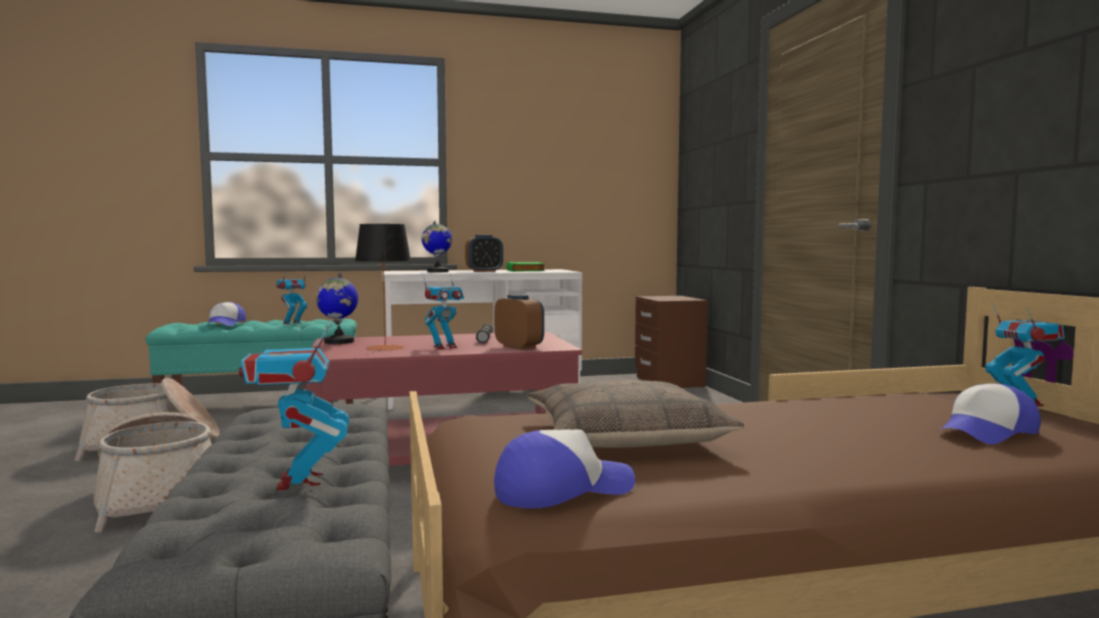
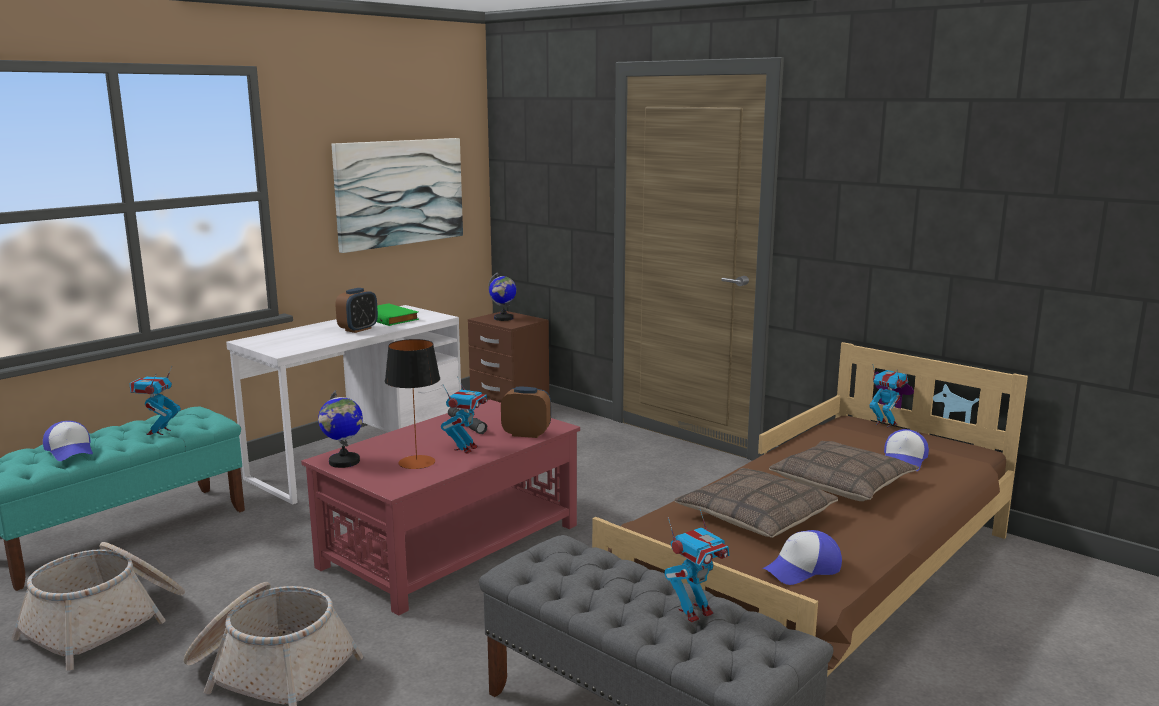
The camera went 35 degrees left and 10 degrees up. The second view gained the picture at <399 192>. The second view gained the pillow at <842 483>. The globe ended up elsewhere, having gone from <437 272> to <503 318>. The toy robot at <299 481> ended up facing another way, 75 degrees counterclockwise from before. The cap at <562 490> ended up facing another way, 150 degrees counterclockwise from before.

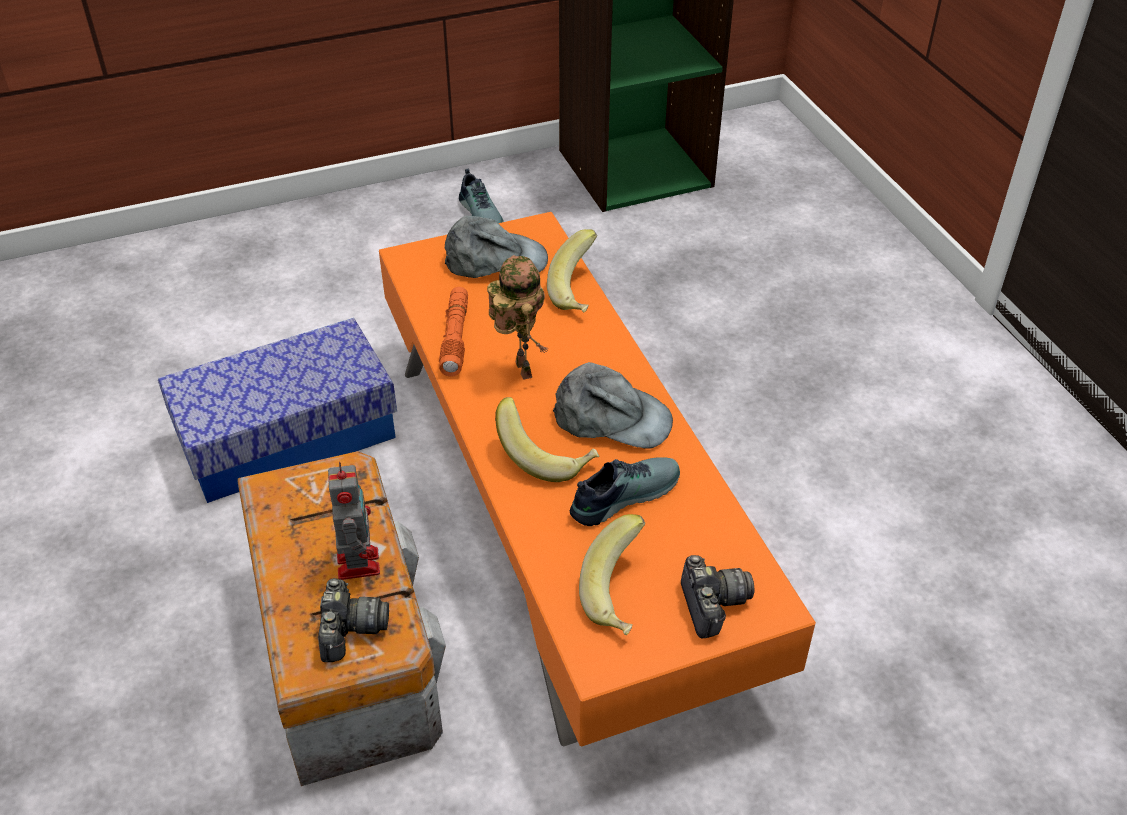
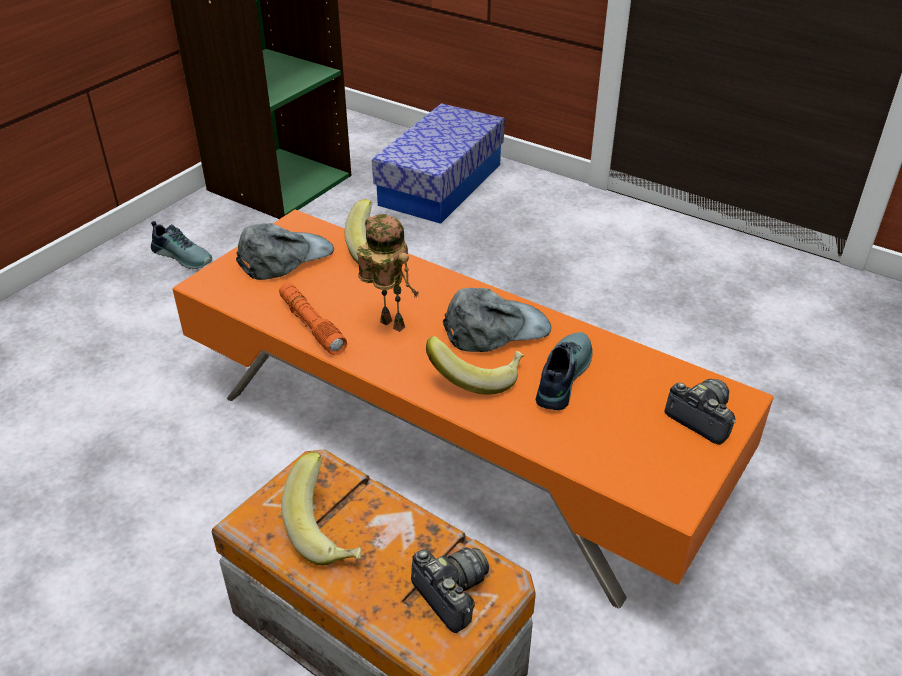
The camera went 35 degrees left and 5 degrees down. The second view lost the toy robot at <358 561>. The storage box ended up elsewhere, having gone from <287 436> to <441 184>. The banana ended up elsewhere, having gone from <621 595> to <329 530>.

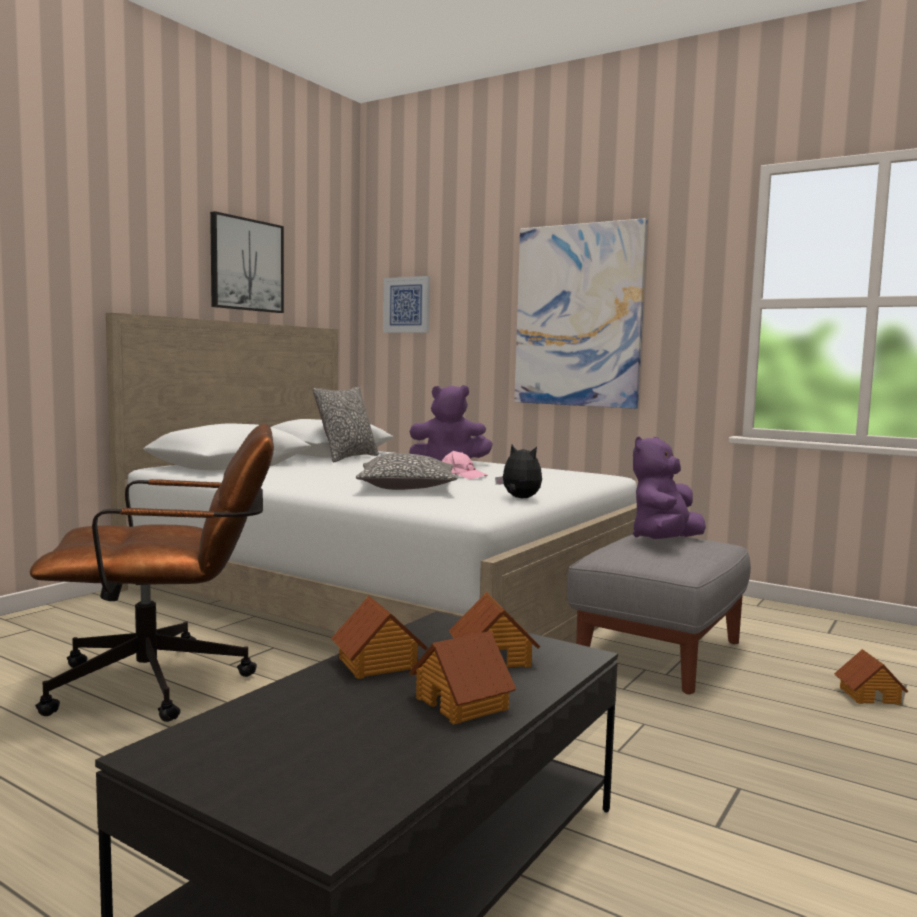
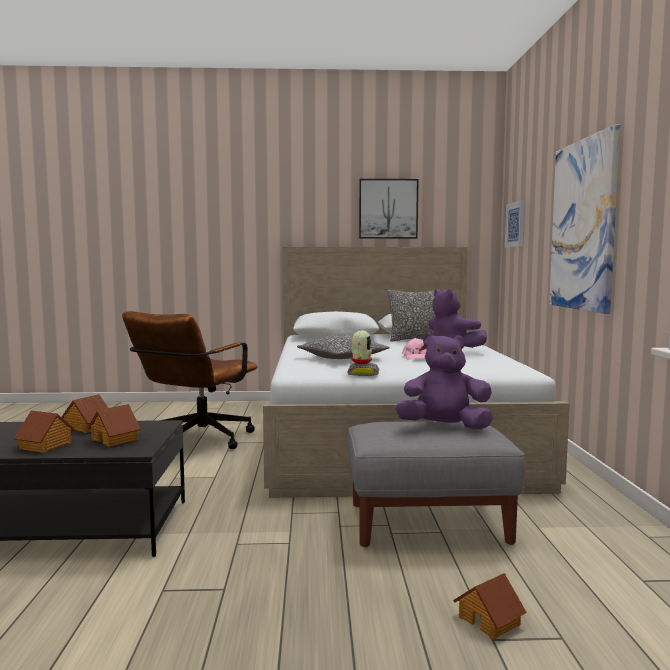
The camera went 55 degrees right and 0 degrees up. Where the plush toy stood at <519 498>, the toy robot came to stand at <362 373>. The brown office chair at <169 683> ended up facing another way, 75 degrees clockwise from before.

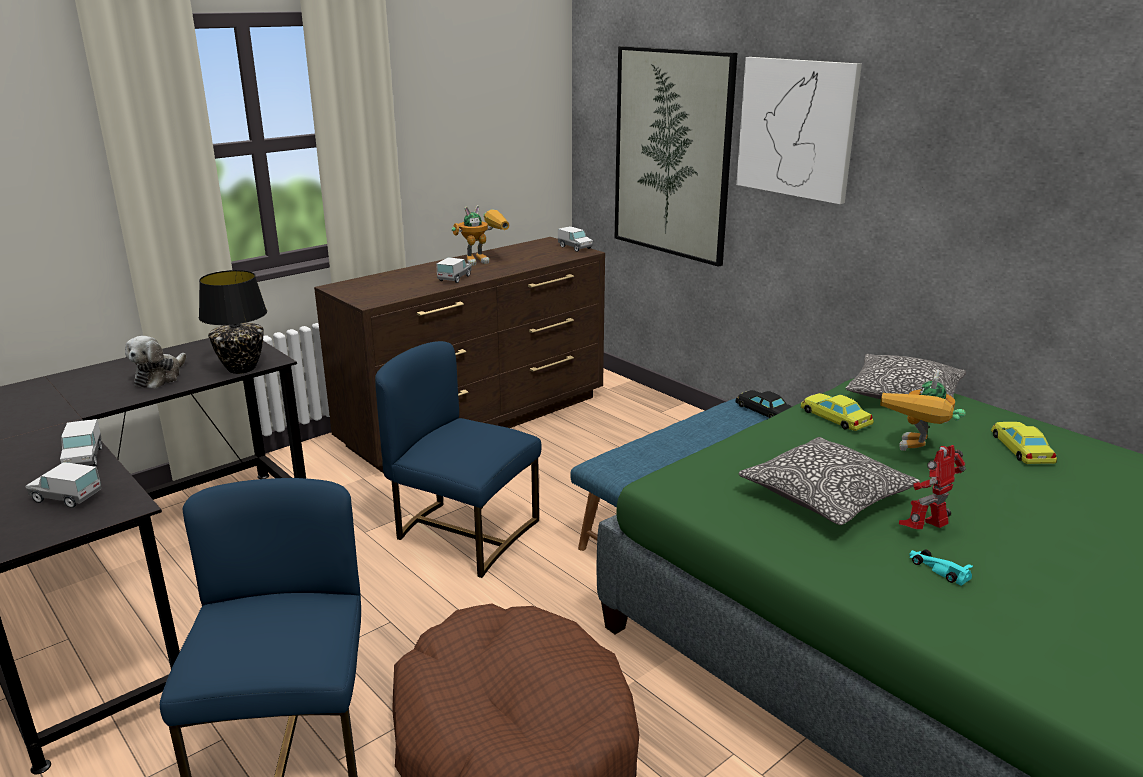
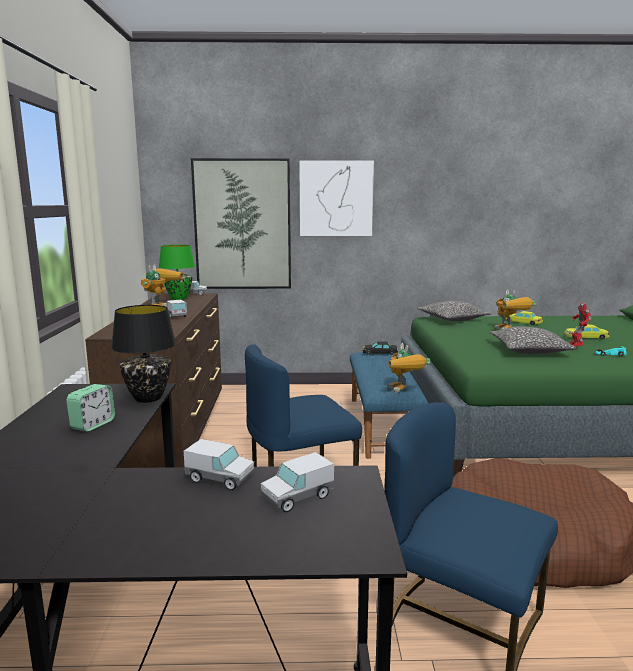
The camera went 50 degrees left and 10 degrees down. The second view gained the green table lamp at <179 299>. The second view gained the toy robot at <404 391>. The yellow toy car ended up elsewhere, having gone from <835 417> to <585 337>. Where the plush toy stood at <159 377>, the alarm clock came to stand at <93 425>.

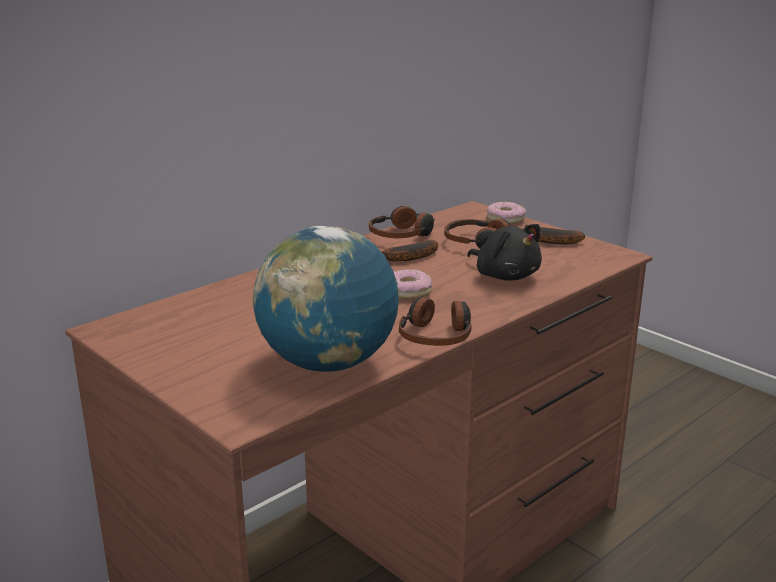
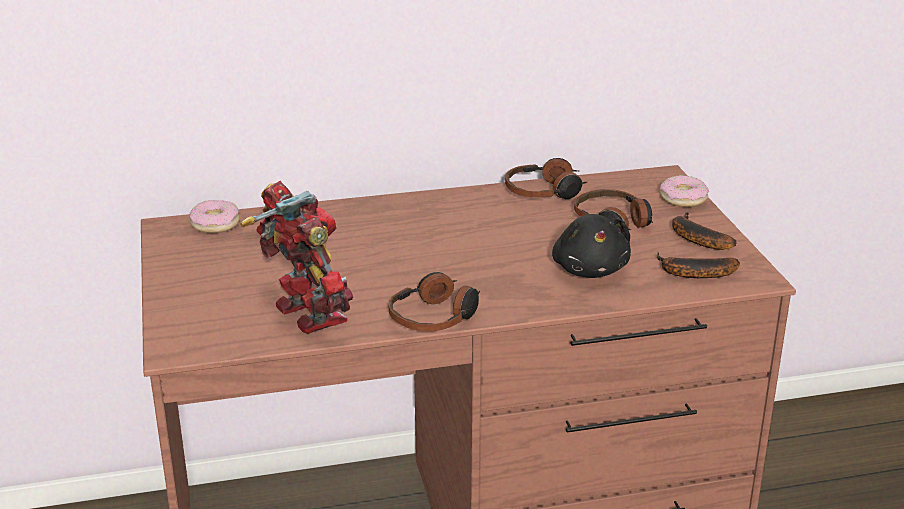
The camera went 30 degrees right and 5 degrees up. The banana ended up elsewhere, having gone from <407 258> to <692 273>. The donut ended up elsewhere, having gone from <408 291> to <215 224>. Where the globe stood at <328 363>, the toy robot came to stand at <305 316>.

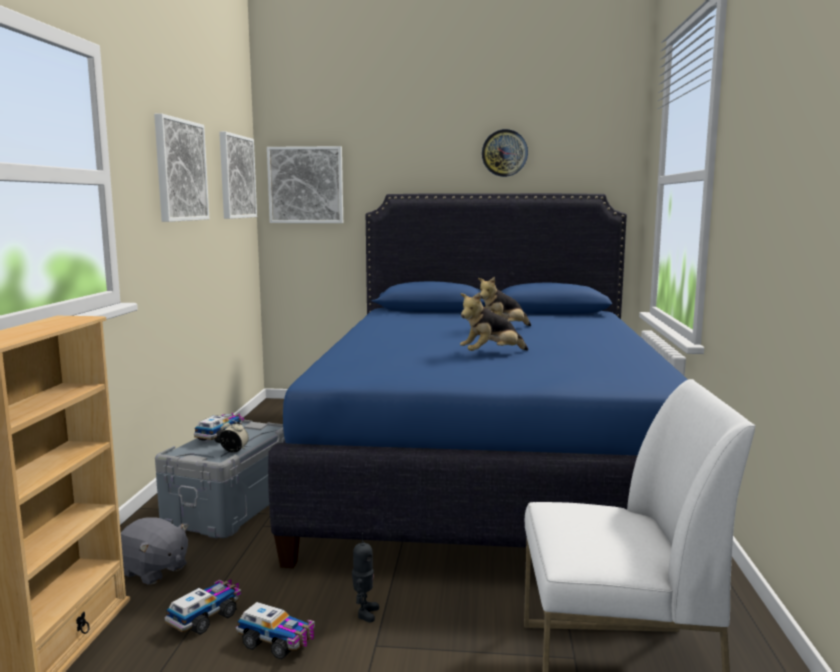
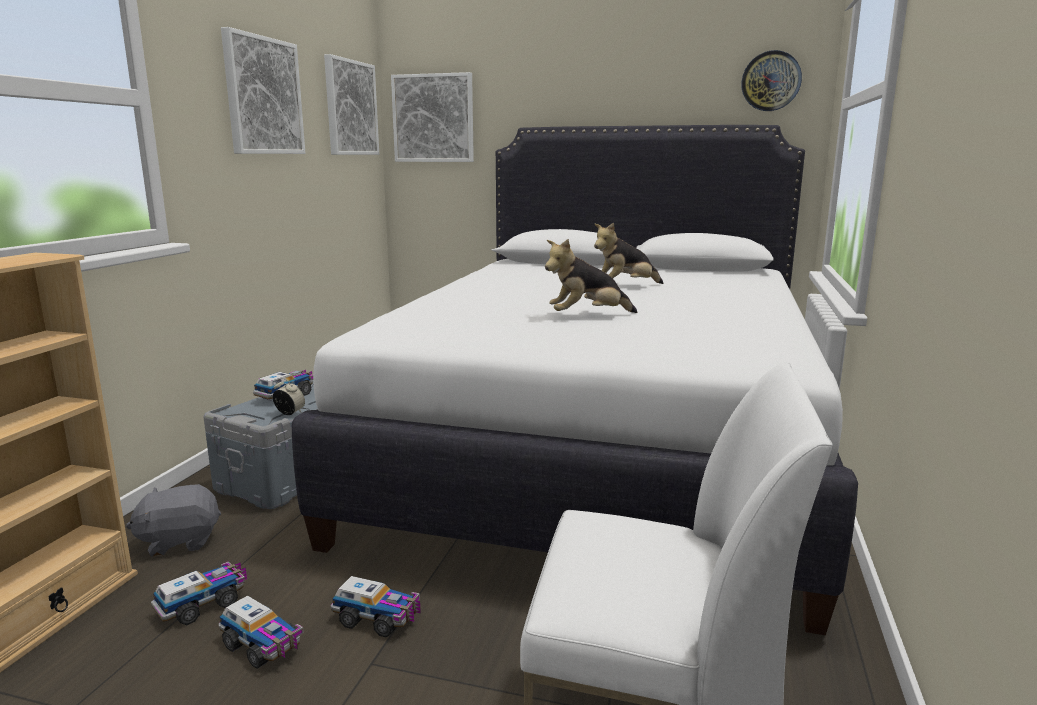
The camera went 10 degrees right and 5 degrees up. The wall clock ended up elsewhere, having gone from <504 153> to <771 81>. Where the toy robot stood at <365 613>, the toy truck came to stand at <378 619>. What was the blue bed at <488 466> turned into the white bed at <601 446>. The grey plush toy at <153 571> ended up facing another way, 120 degrees clockwise from before.

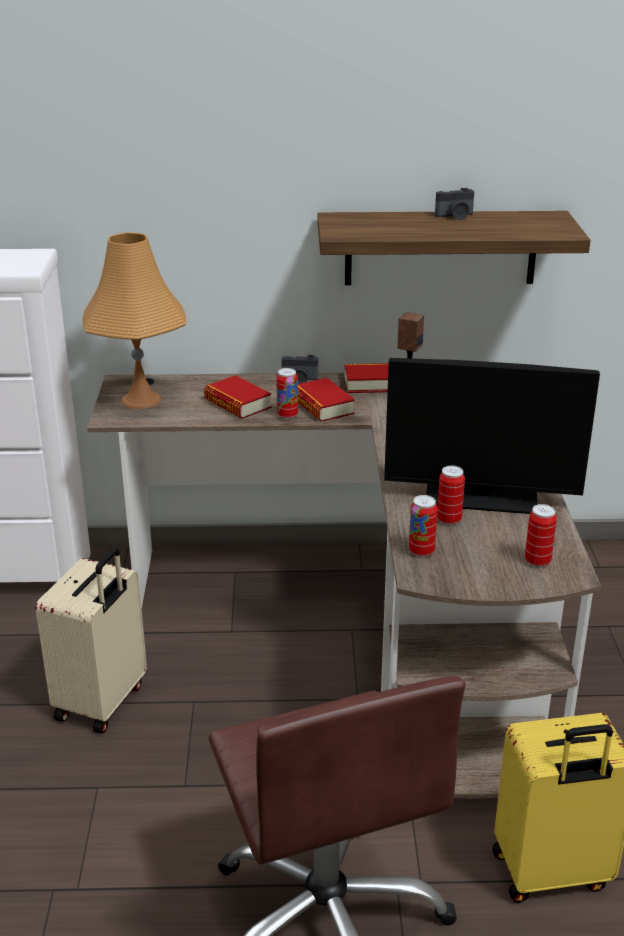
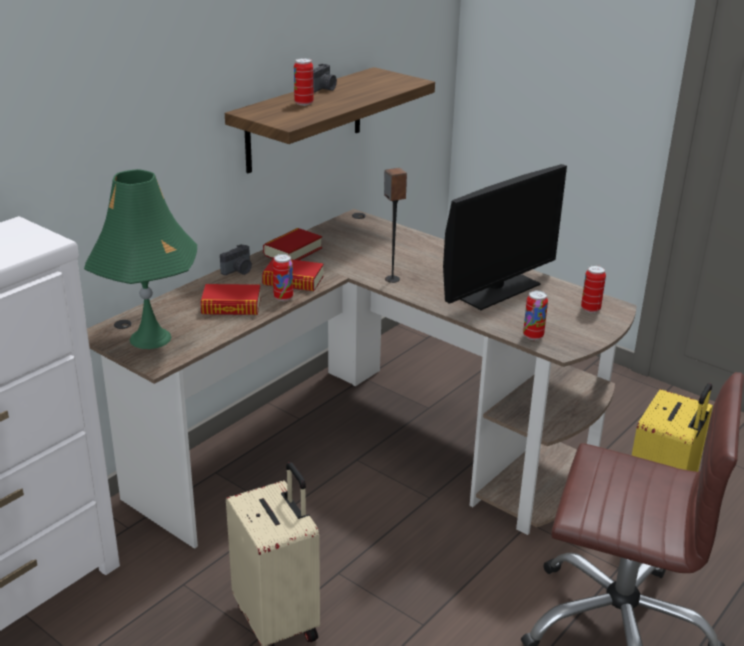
The camera went 50 degrees left and 0 degrees up. The can ended up elsewhere, having gone from <449 520> to <304 103>. What was the orange table lamp at <141 400> turned into the green table lamp at <150 338>.

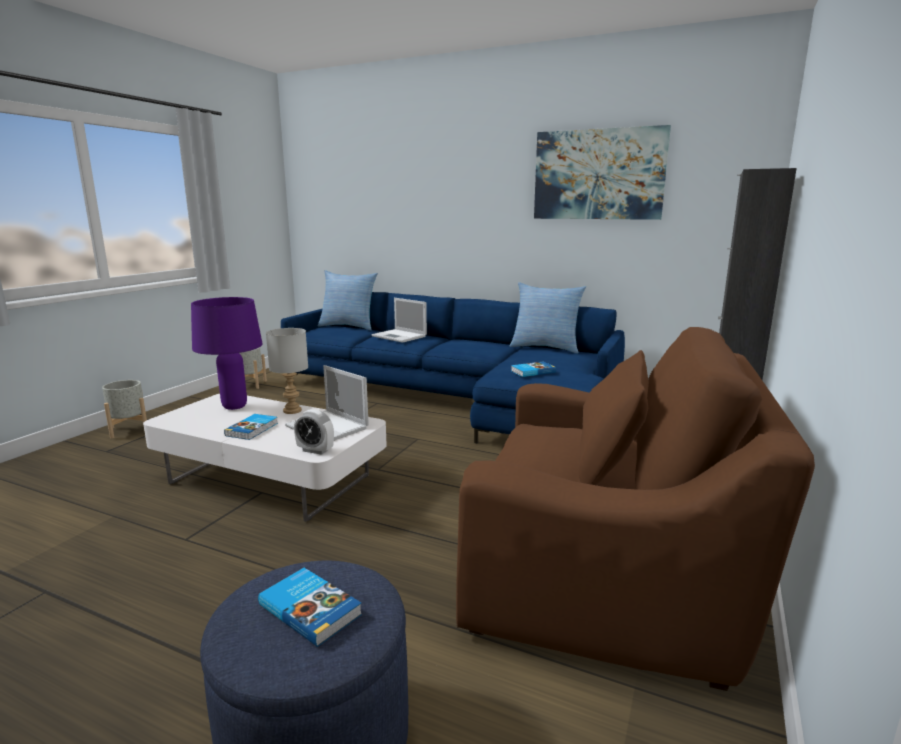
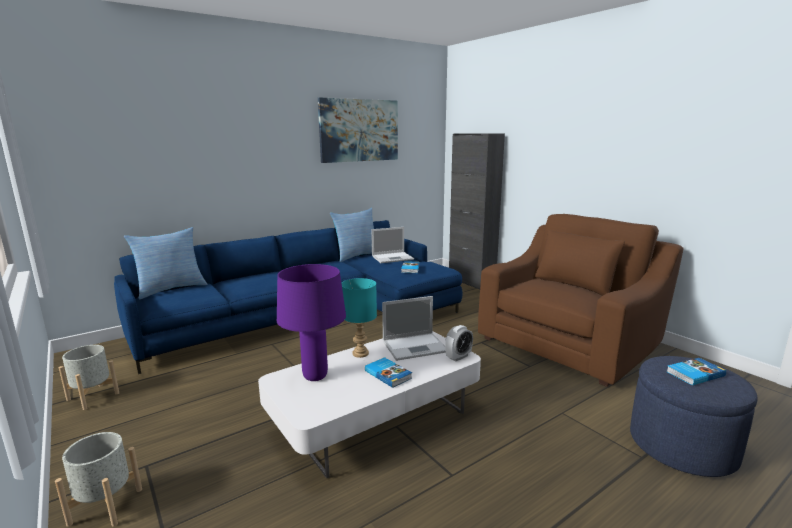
The camera went 60 degrees left and 0 degrees up. The laptop ended up elsewhere, having gone from <400 336> to <393 257>. What was the grey table lamp at <291 411> turned into the turquoise table lamp at <360 354>.

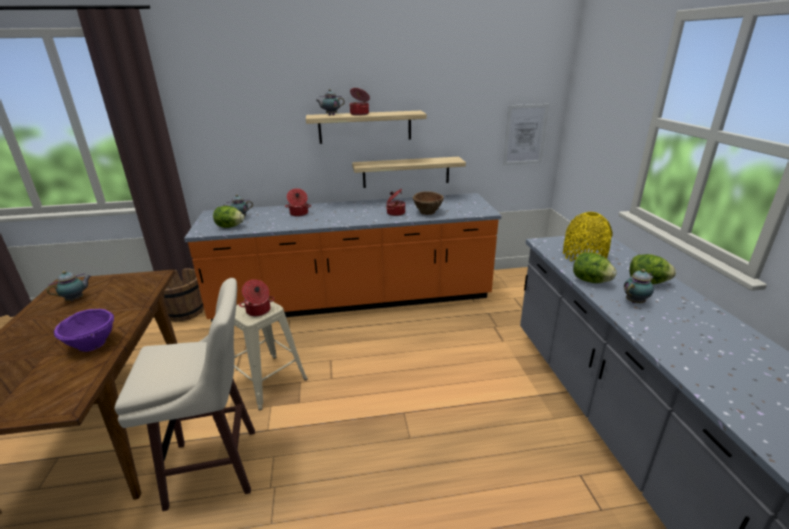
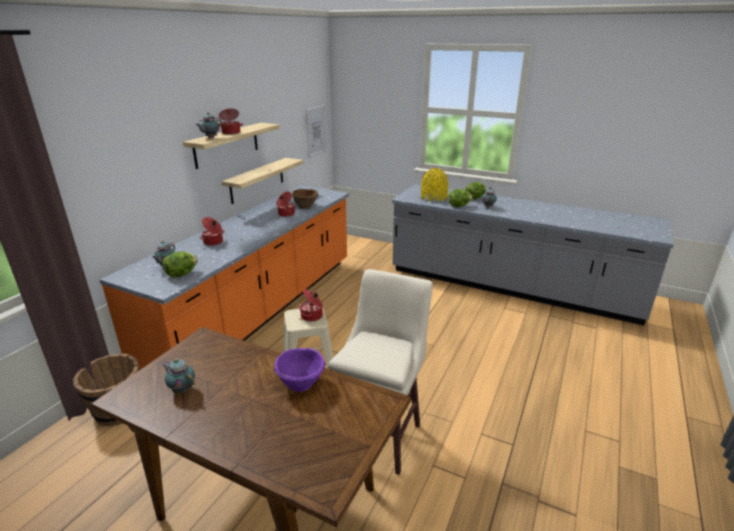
The camera went 55 degrees left and 0 degrees up. The teapot at <76 299> ended up facing another way, 45 degrees counterclockwise from before.

